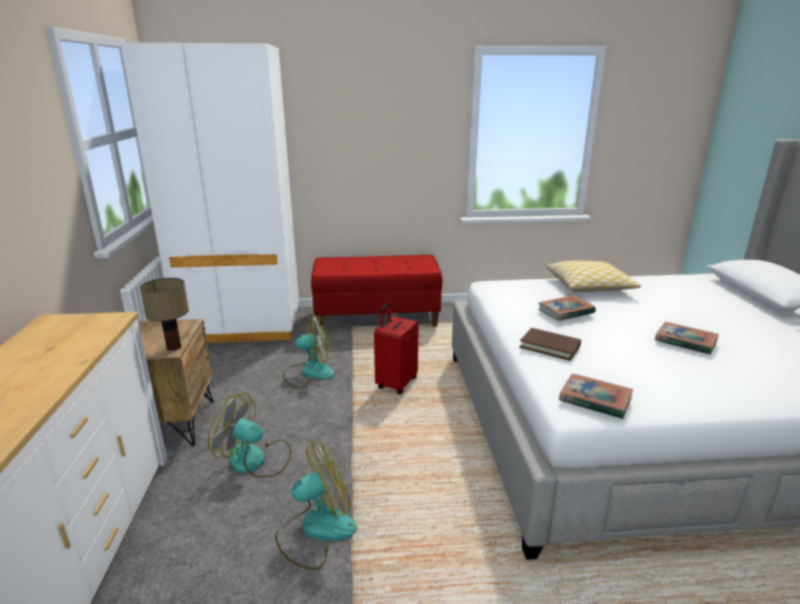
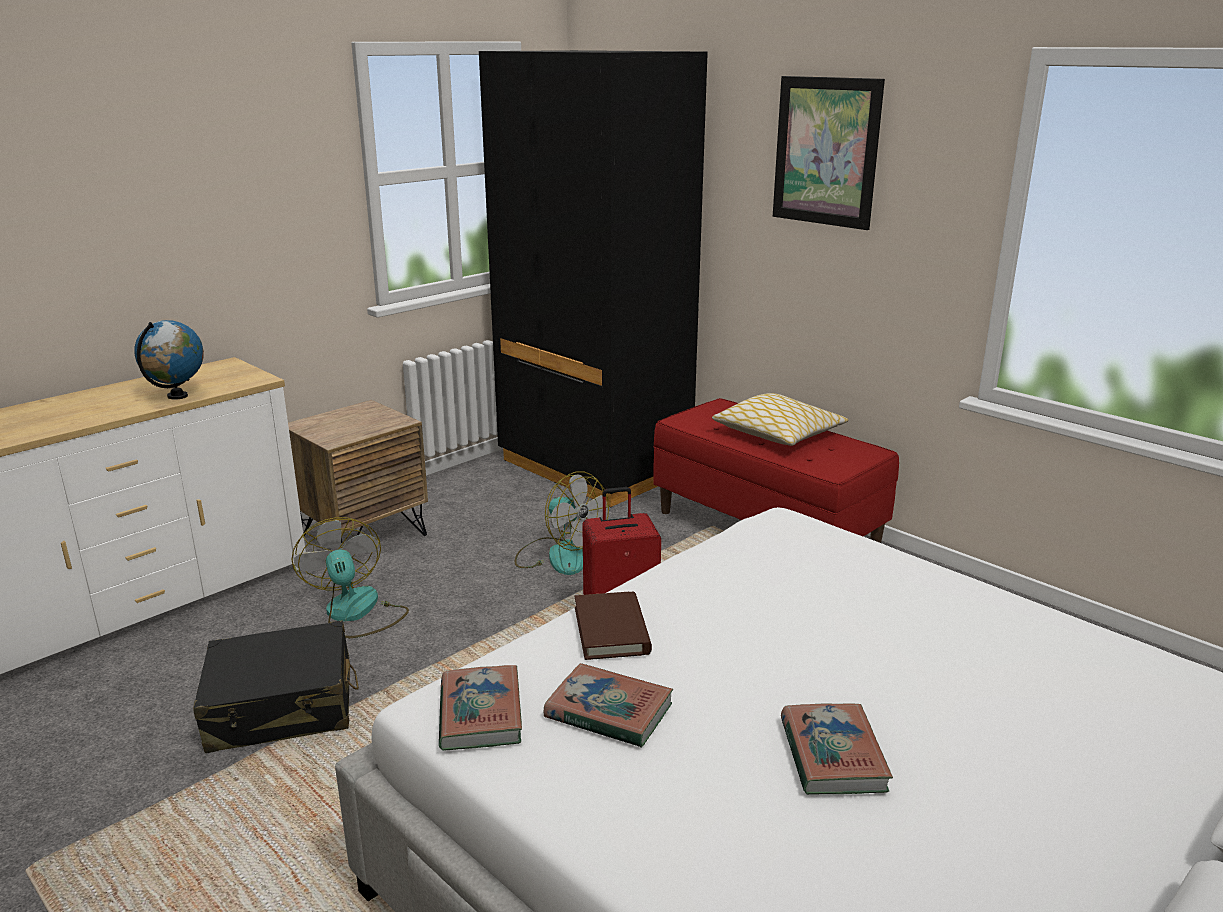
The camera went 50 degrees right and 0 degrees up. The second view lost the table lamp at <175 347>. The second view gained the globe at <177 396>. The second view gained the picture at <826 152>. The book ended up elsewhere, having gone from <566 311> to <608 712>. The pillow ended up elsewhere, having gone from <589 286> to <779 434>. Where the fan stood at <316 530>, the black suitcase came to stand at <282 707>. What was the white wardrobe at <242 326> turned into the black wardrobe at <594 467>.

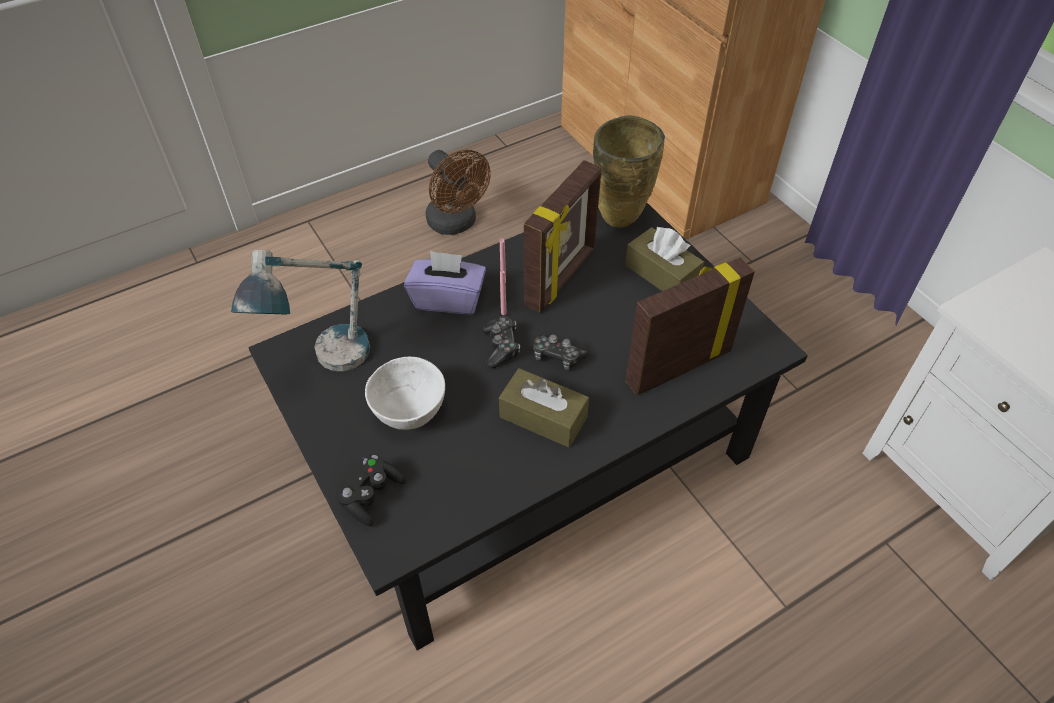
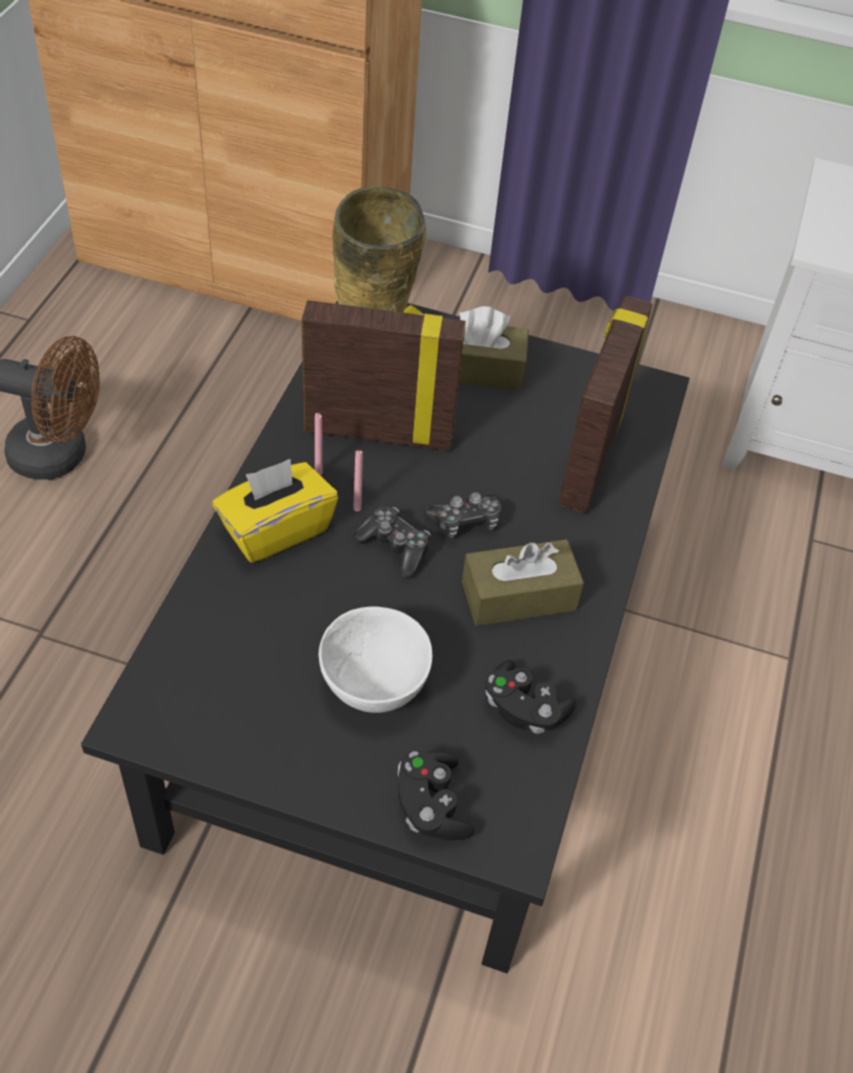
The camera went 45 degrees left and 0 degrees up. The second view lost the table lamp at <325 365>. The second view gained the black game controller at <524 709>. What was the purple tissue box at <448 299> turned into the yellow tissue box at <275 530>. The picture frame at <561 278> ended up facing another way, 75 degrees counterclockwise from before.

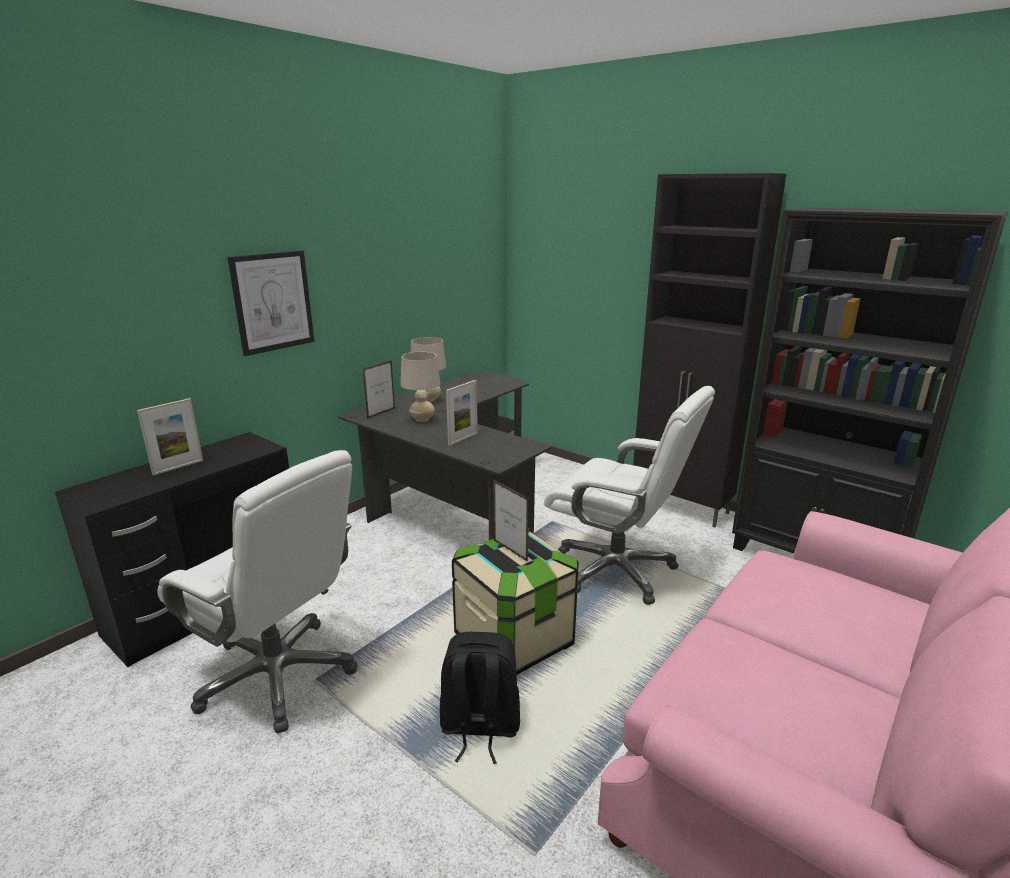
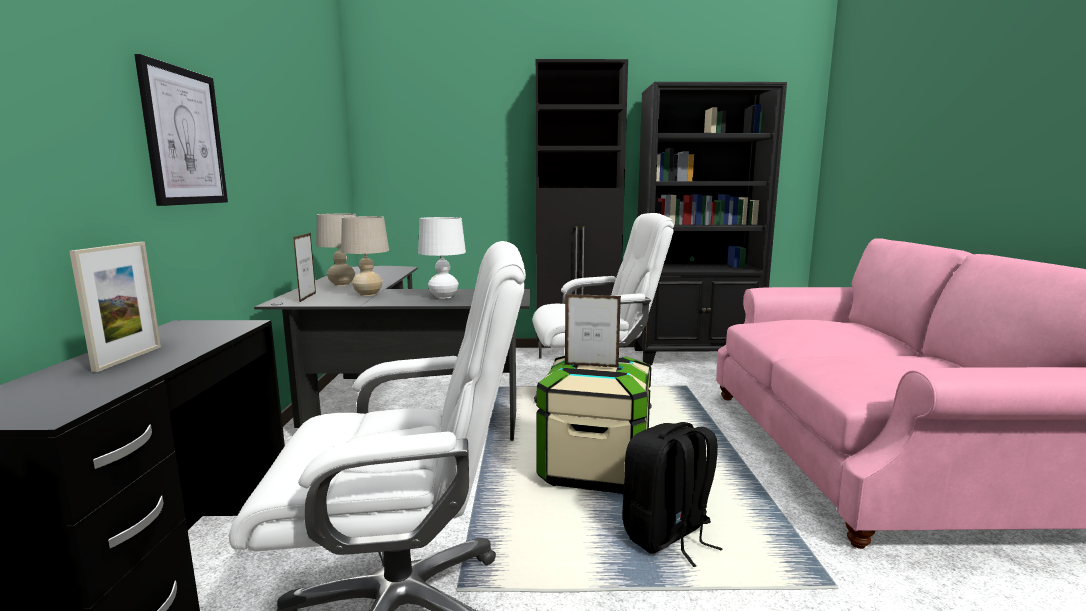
The camera went 40 degrees left and 10 degrees down. Where the picture frame stood at <463 439>, the white table lamp came to stand at <443 297>.

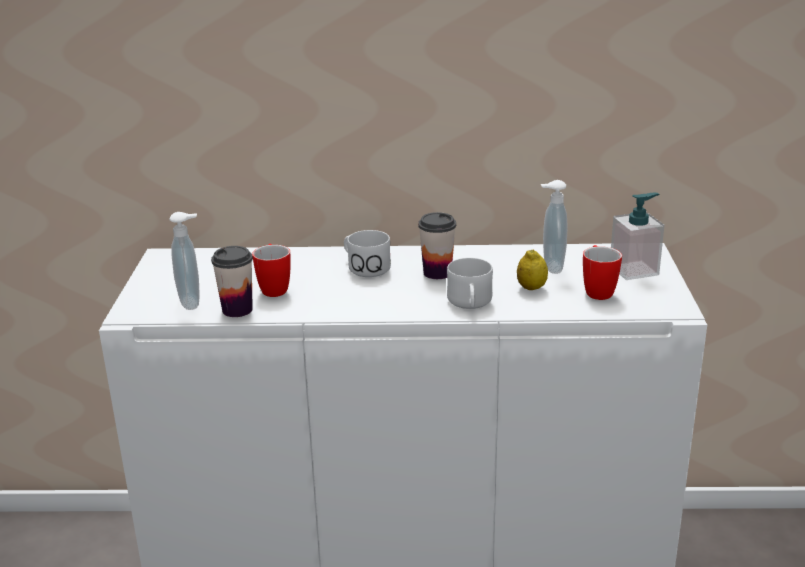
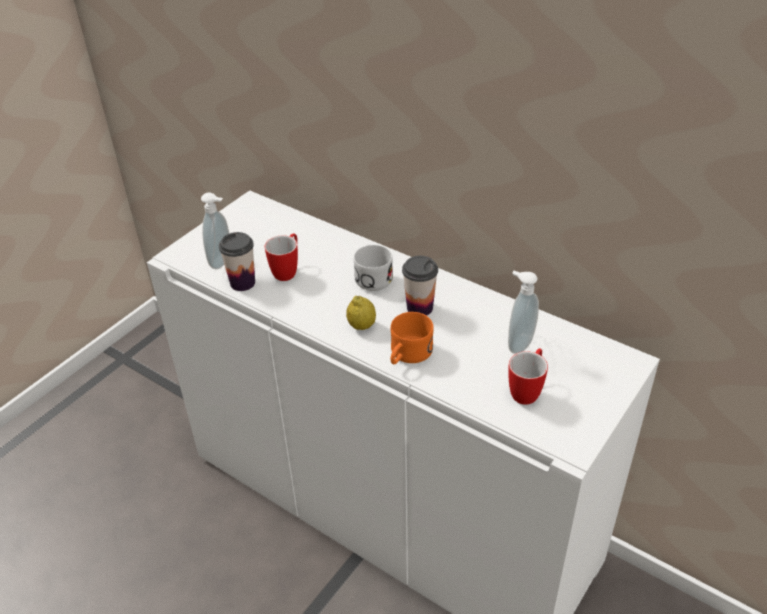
The camera went 35 degrees right and 15 degrees up. The second view lost the soap dispenser at <634 270>. The lemon ended up elsewhere, having gone from <531 288> to <361 326>. What was the white mug at <470 304> turned into the orange mug at <407 355>.

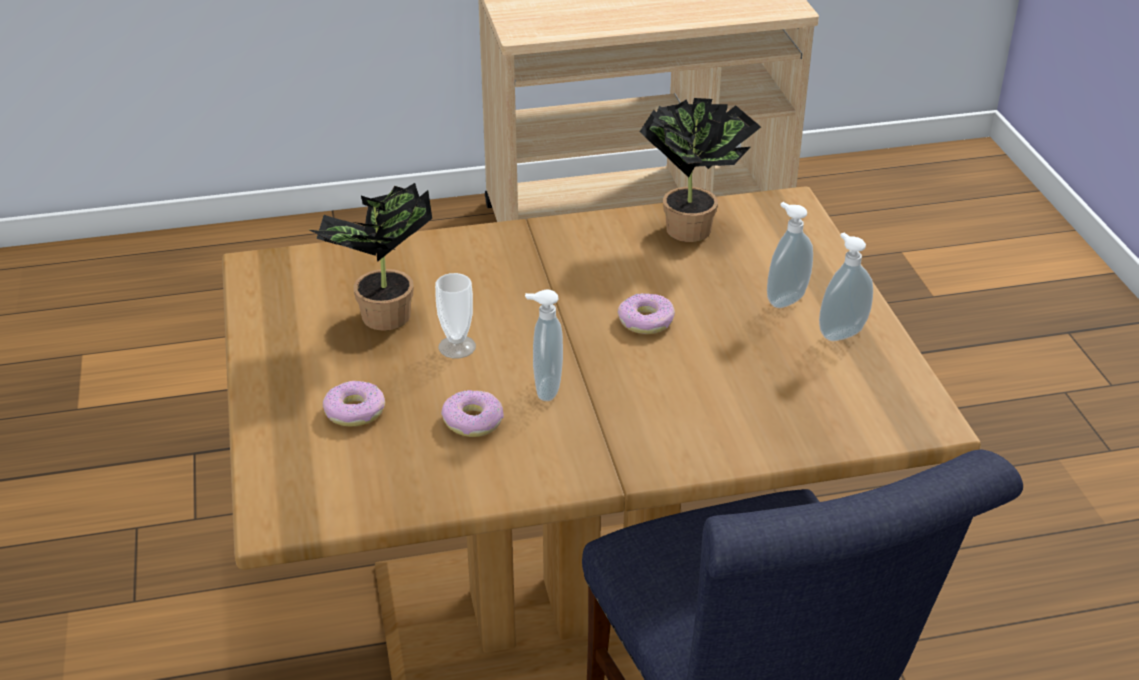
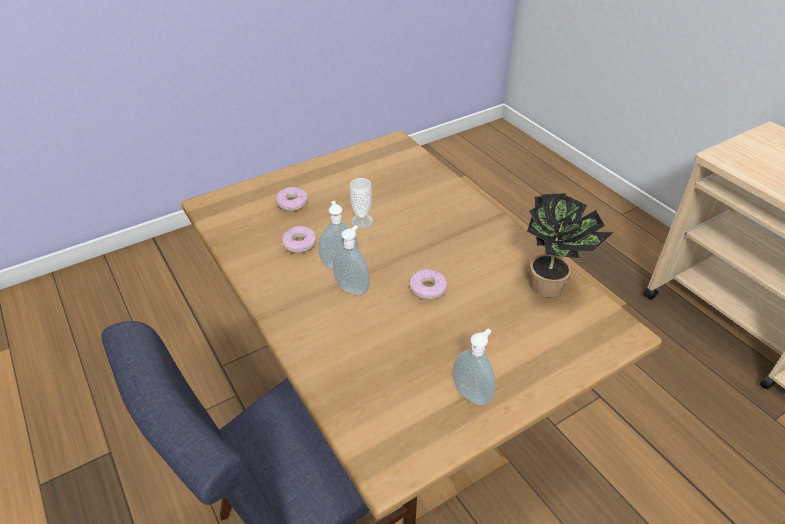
The camera went 70 degrees right and 5 degrees up. The second view lost the potted plant at <383 320>. The soap dispenser ended up elsewhere, having gone from <784 299> to <353 288>.

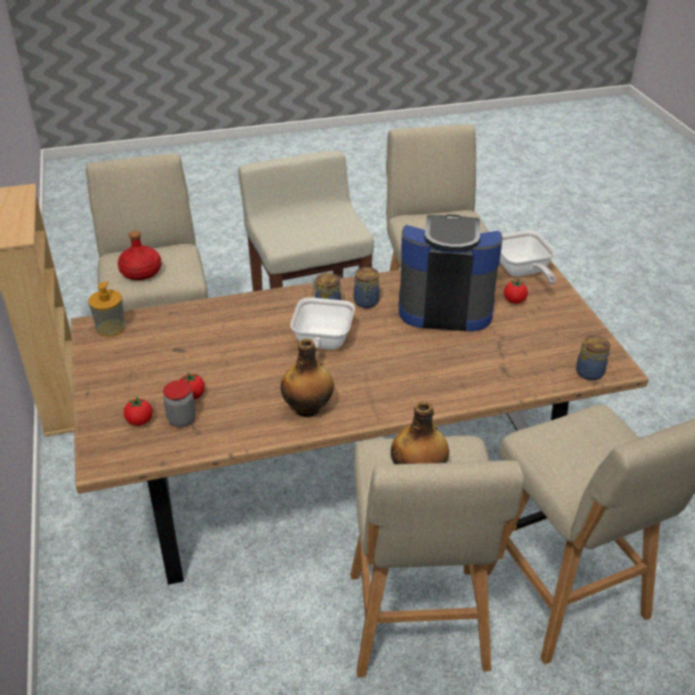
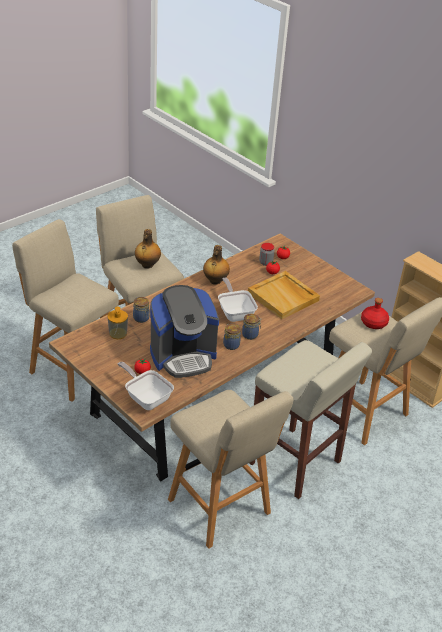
The camera went 150 degrees right and 0 degrees up. The second view gained the beige tray at <284 297>. The soap dispenser ended up elsewhere, having gone from <111 328> to <118 333>. The jar ended up elsewhere, having gone from <589 371> to <141 318>.

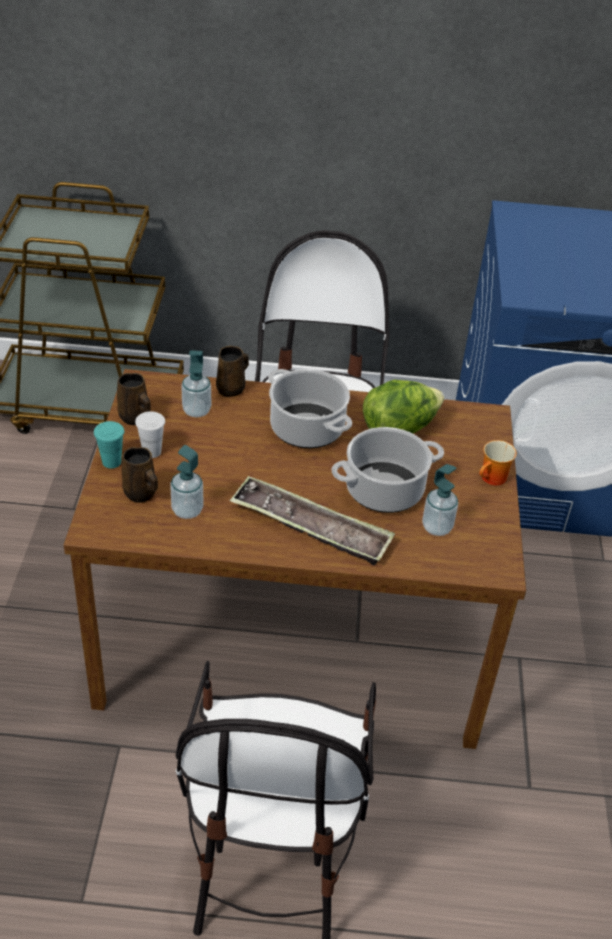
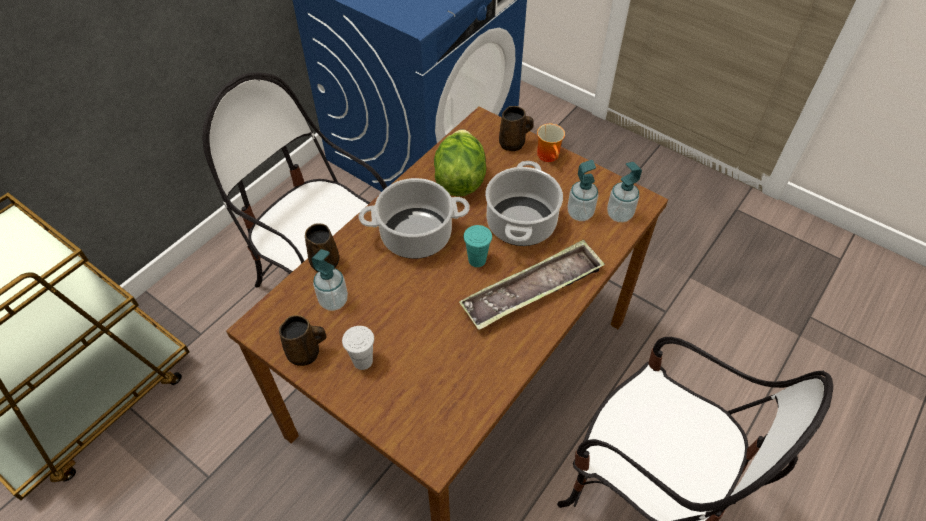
The camera went 55 degrees left and 10 degrees up. The turquoise cup ended up elsewhere, having gone from <111 462> to <477 260>. The brown mug ended up elsewhere, having gone from <141 494> to <513 144>. The soap dispenser ended up elsewhere, having gone from <187 510> to <619 214>.

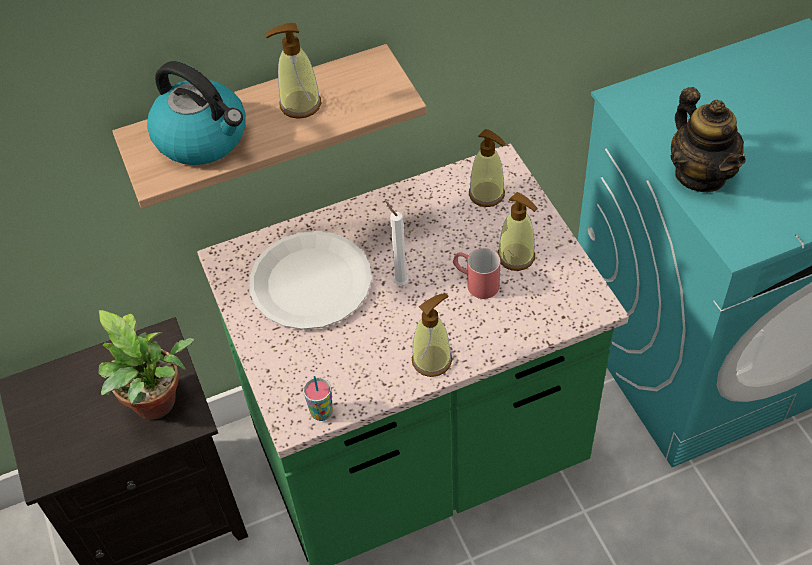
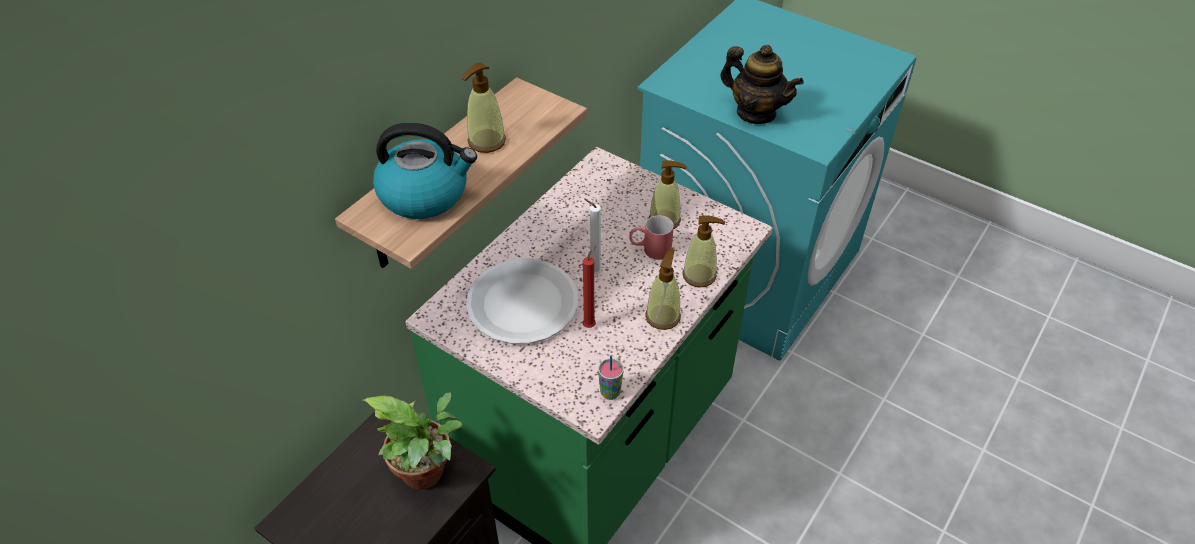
The camera went 35 degrees left and 5 degrees down. The second view gained the red candle at <590 325>. The soap dispenser ended up elsewhere, having gone from <487 194> to <699 275>.

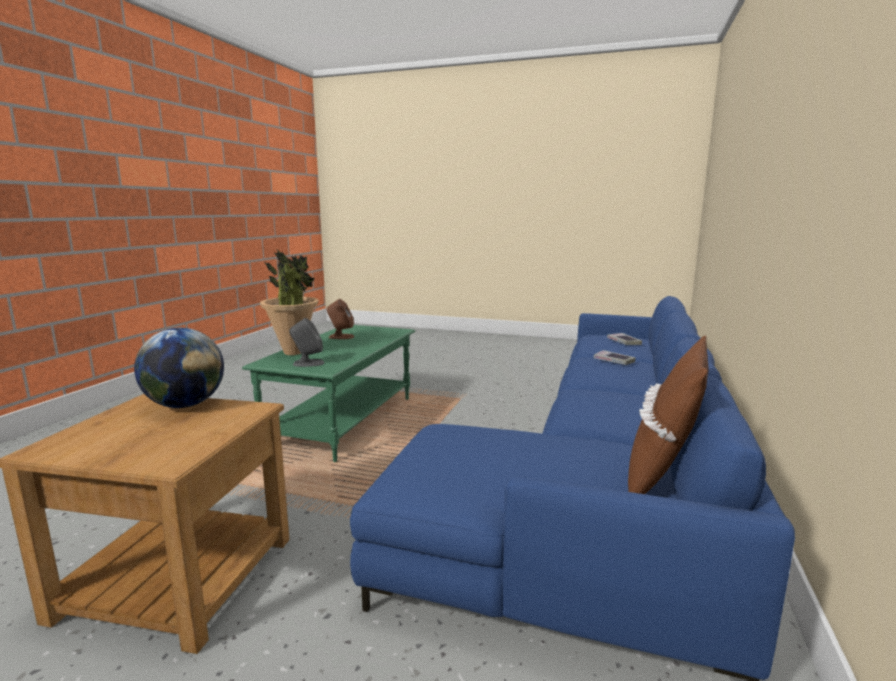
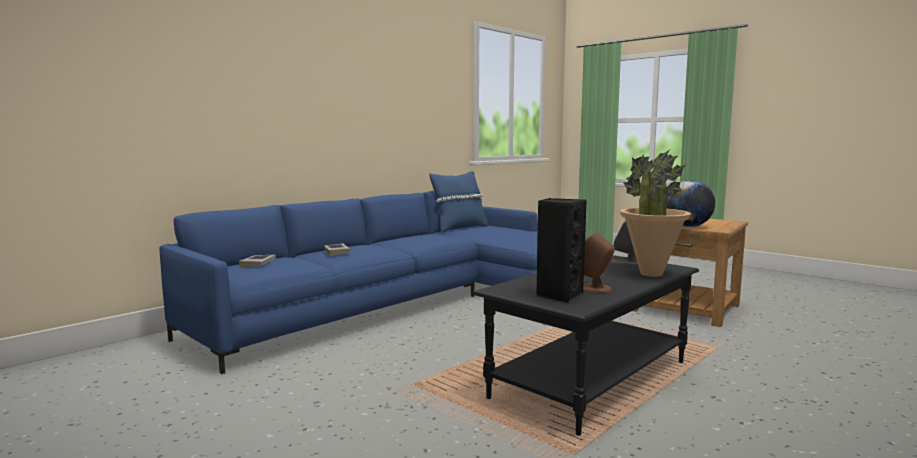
The camera went 155 degrees left and 5 degrees down. The second view gained the black speaker at <559 295>. What was the green coffee table at <344 422> turned into the black coffee table at <590 379>. What was the brown pillow at <662 475> turned into the blue pillow at <459 228>.

